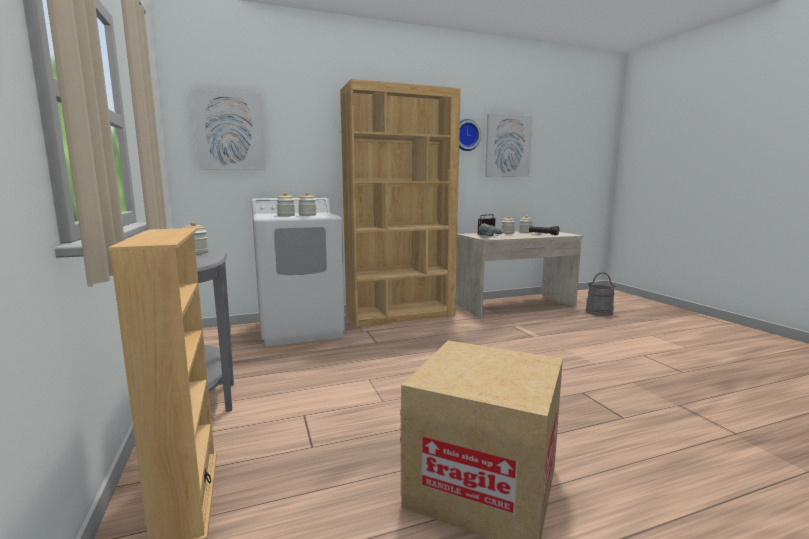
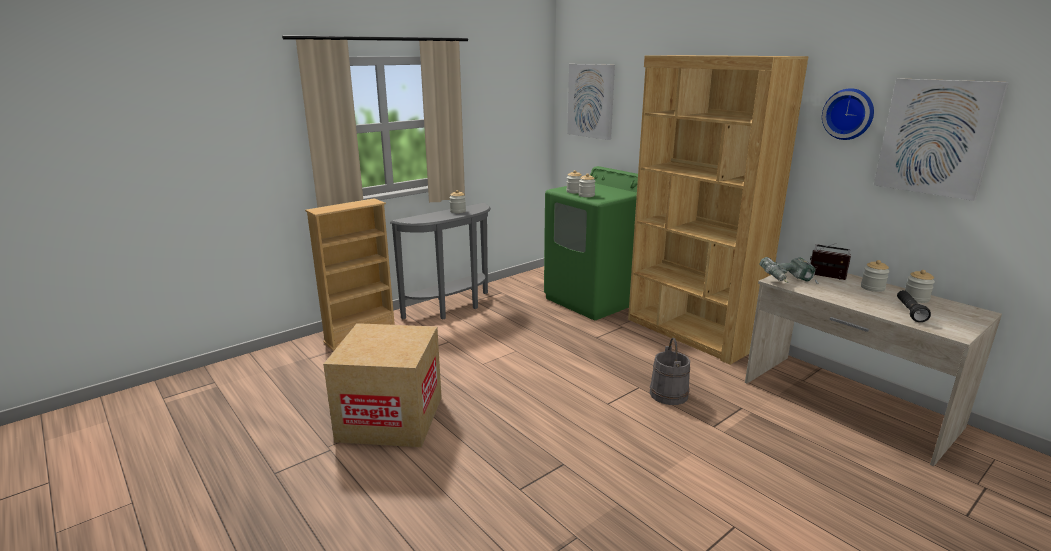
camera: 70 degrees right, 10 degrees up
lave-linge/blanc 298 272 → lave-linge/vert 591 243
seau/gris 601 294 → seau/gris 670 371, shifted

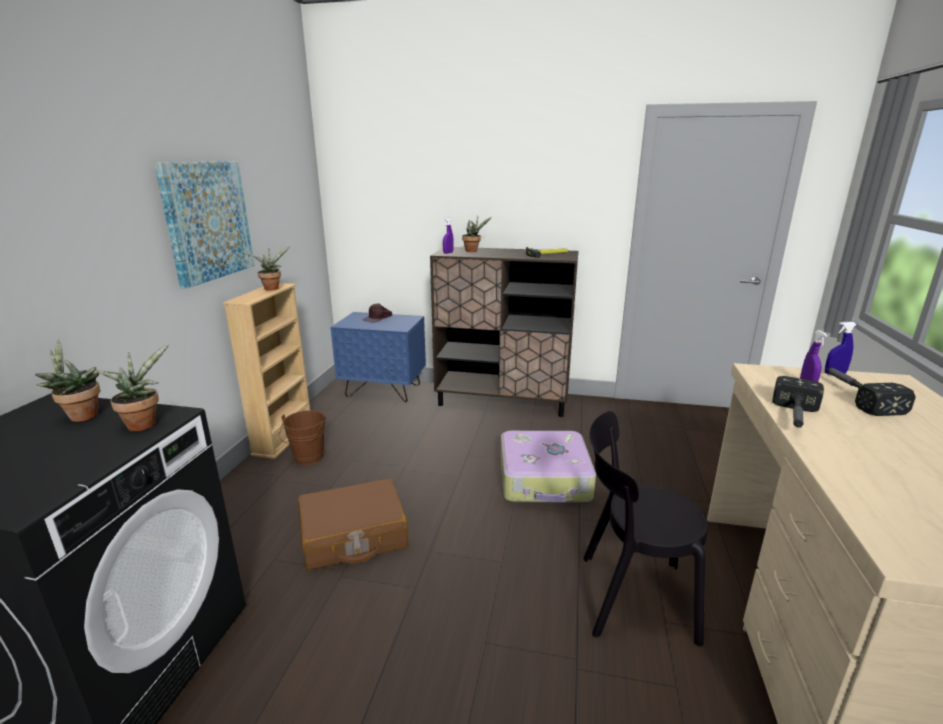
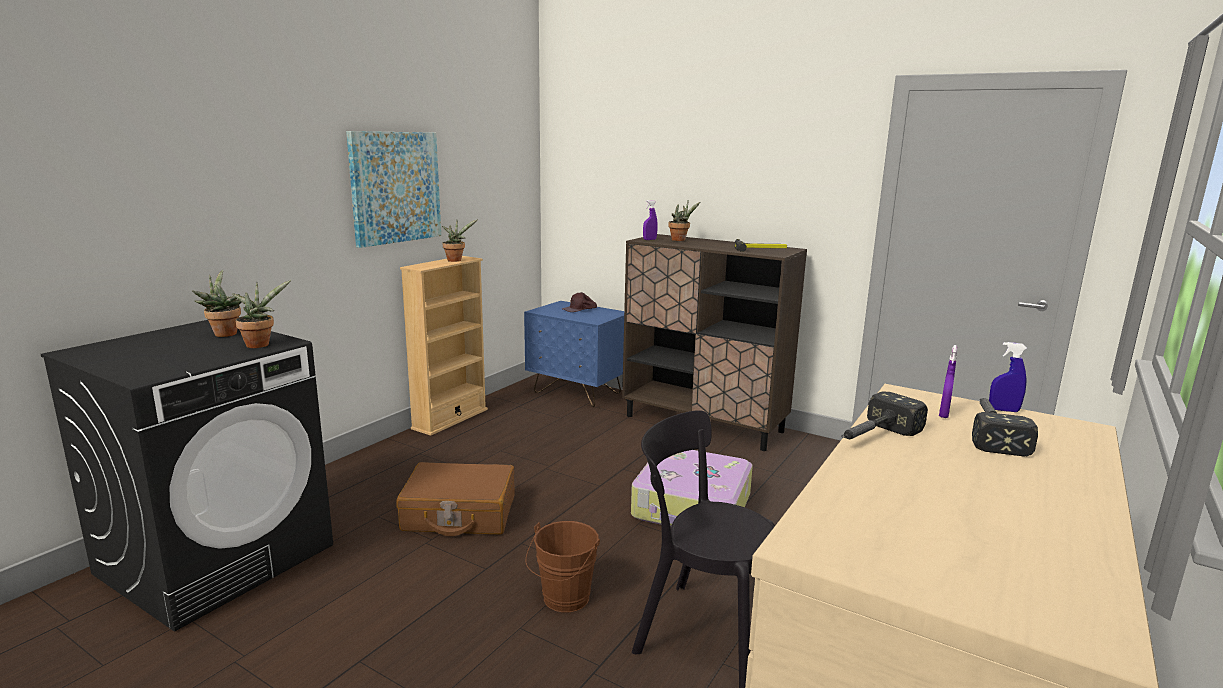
camera: 20 degrees right, 5 degrees down
seau/marron 302 437 → seau/marron 563 566, shifted

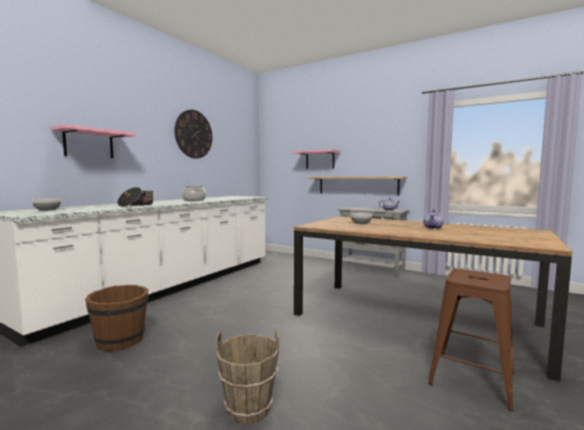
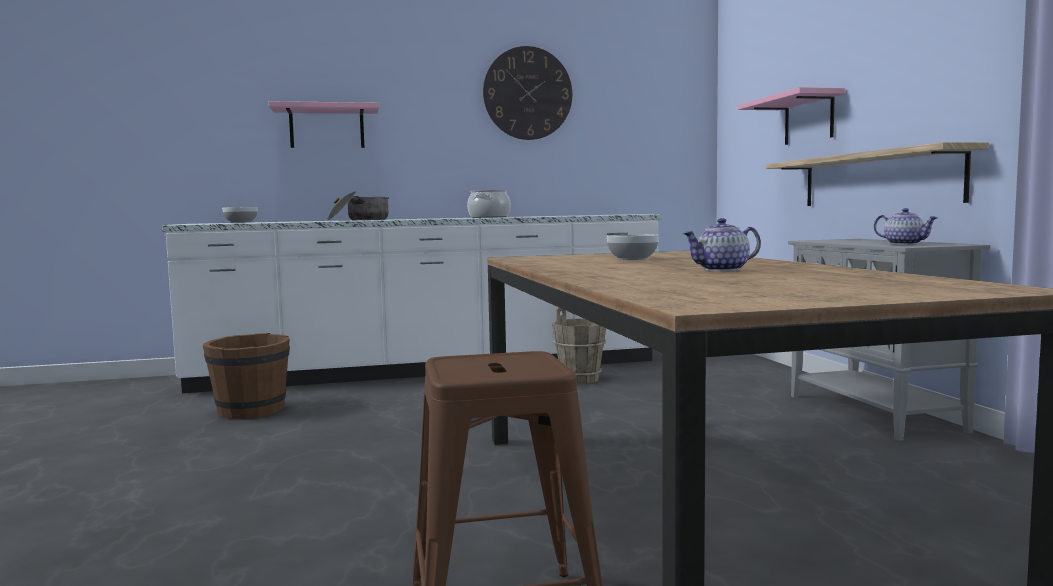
camera: 45 degrees right, 0 degrees up
seau/marron 247 377 → seau/marron 579 346, shifted

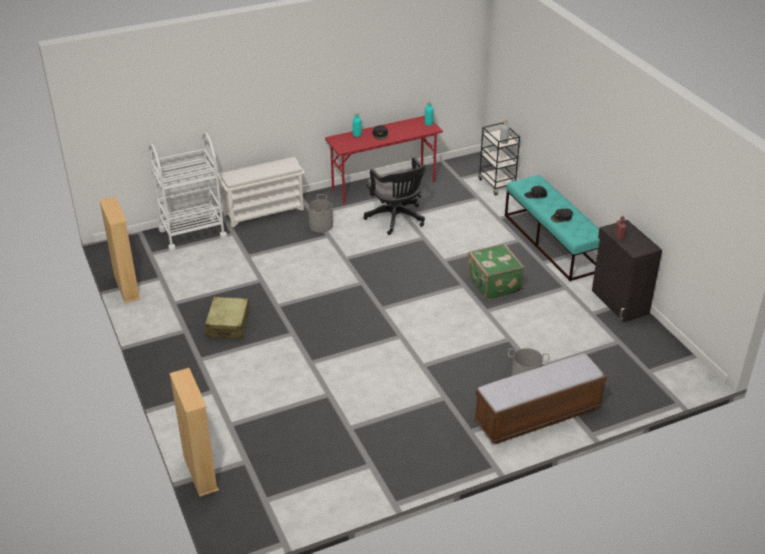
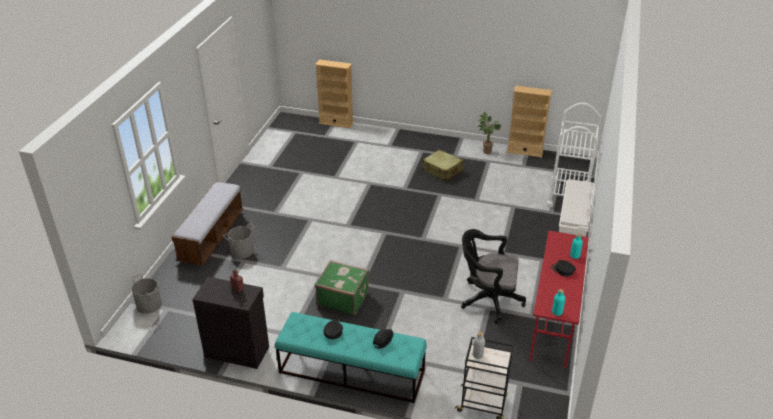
camera: 130 degrees right, 0 degrees up
seau/gris 320 213 → seau/gris 146 294, shifted
- → plante en pot 489 133

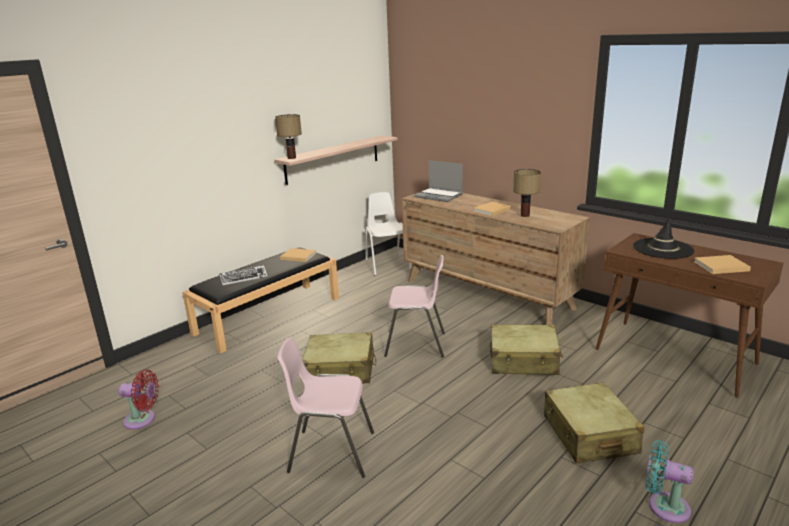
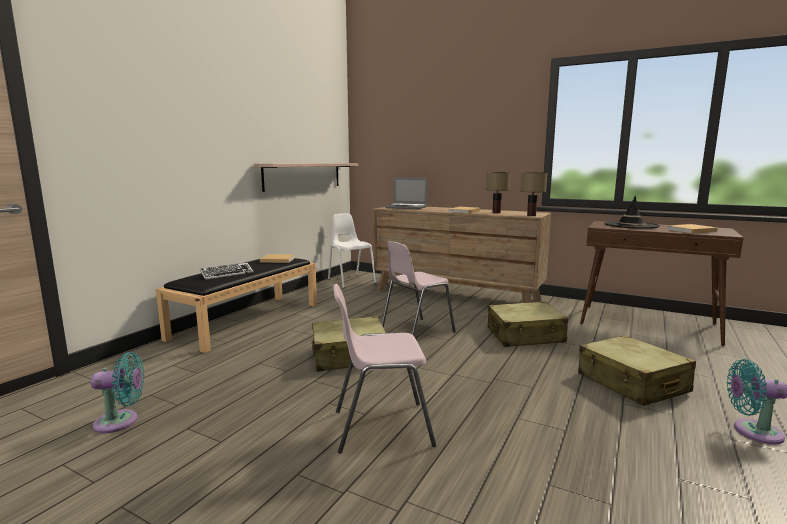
camera: 15 degrees left, 10 degrees down
lampe de table 288 136 → lampe de table 533 194, shifted
chaise/rose 414 306 → chaise/rose 418 288, 150 degrees clockwise
ventilateur/rouge 138 399 → ventilateur/turquoise 118 392

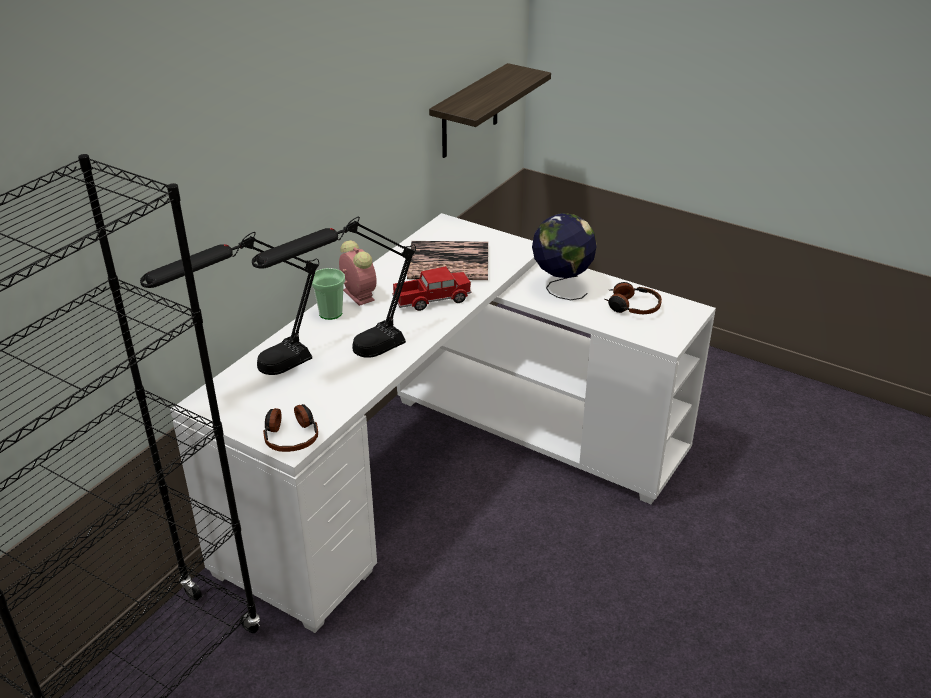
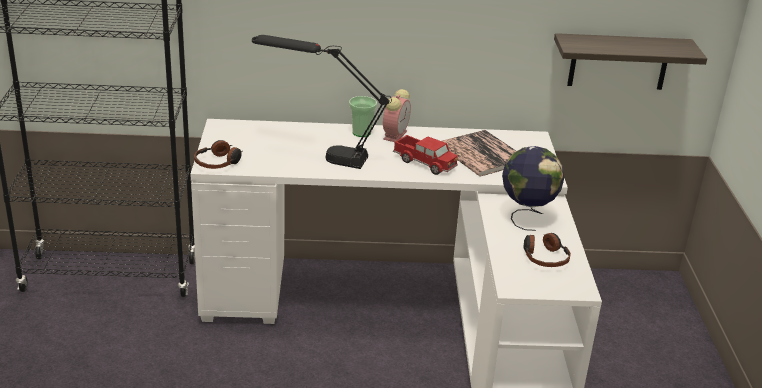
camera: 55 degrees right, 5 degrees down
lampe de table/noir 229 303 → -

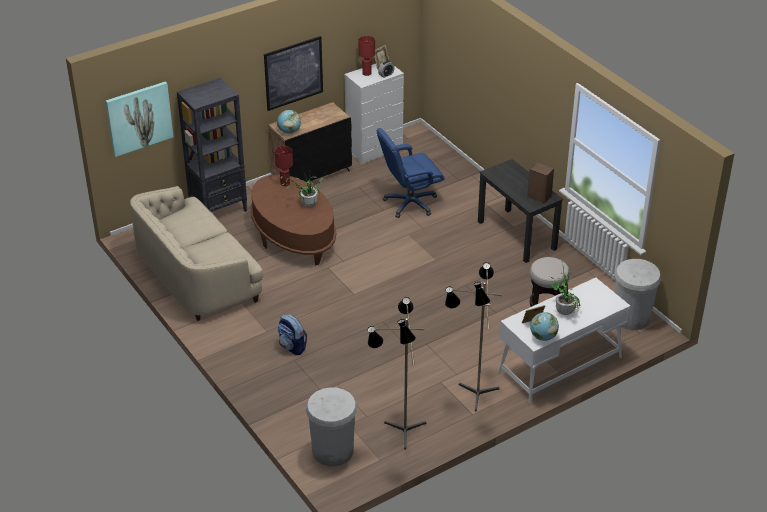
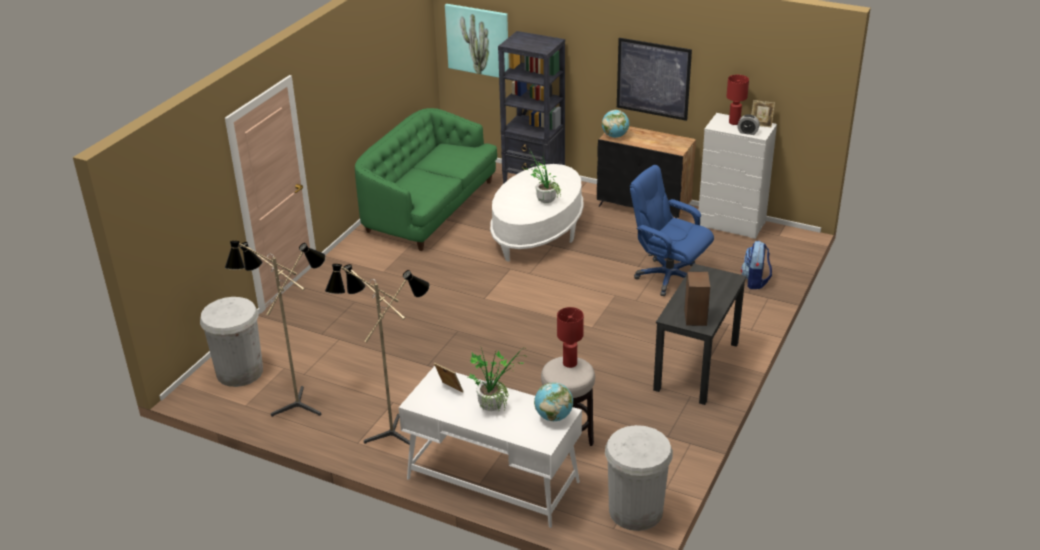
camera: 60 degrees right, 5 degrees down
lampe de table/rouge 284 166 → lampe de table/rouge 570 337, shifted
table basse/marron 293 220 → table basse/blanc 537 213
canapé/beige 196 253 → canapé/vert 426 179
globe 544 326 → globe 553 401, shifted
sac à dos 292 335 → sac à dos 756 265, shifted

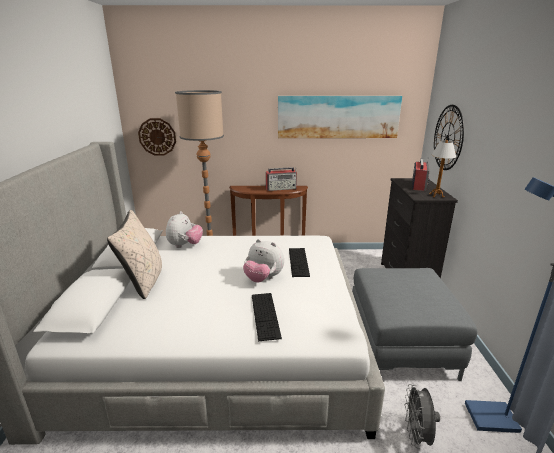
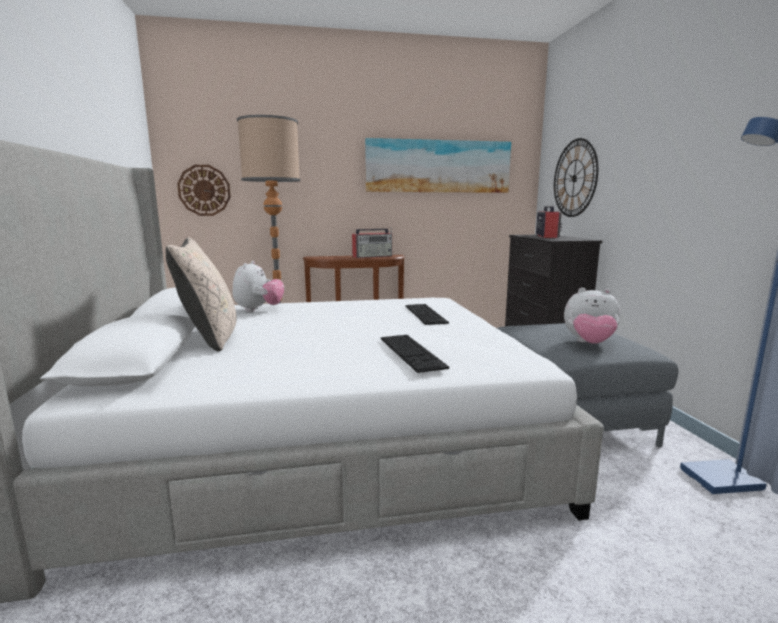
camera: 10 degrees left, 10 degrees down
lampe de table 442 168 → -
peluche 263 261 → peluche 592 316, shifted
ventilateur/gris 422 416 → -

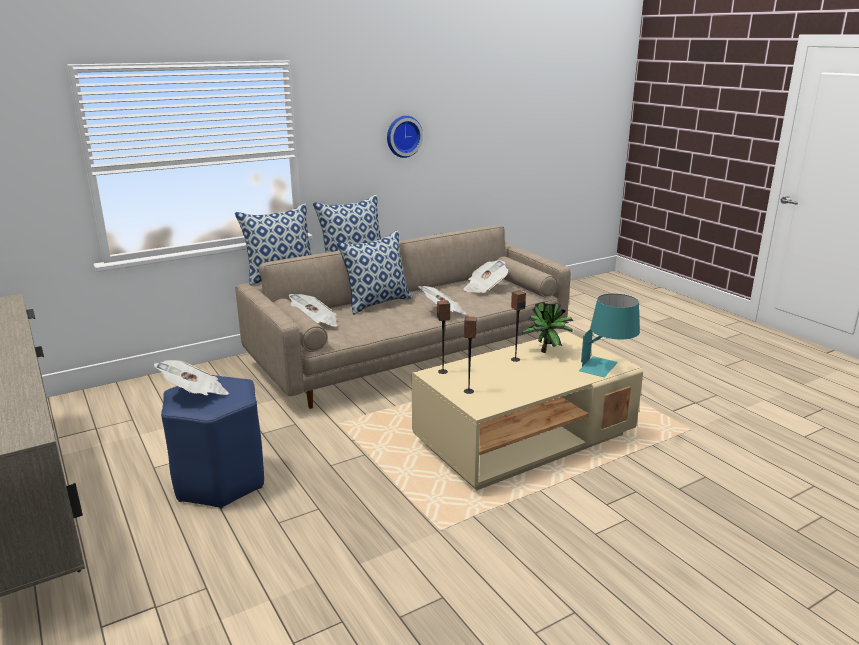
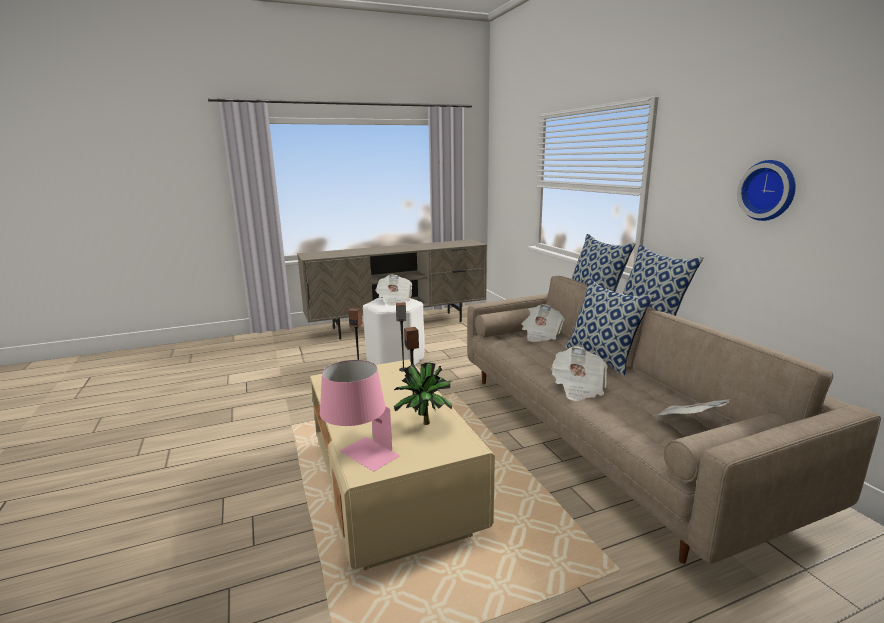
camera: 100 degrees right, 5 degrees down
lampe de table/turquoise 609 335 → lampe de table/rose 360 415
tabouret/bleu 212 442 → tabouret/blanc 393 331

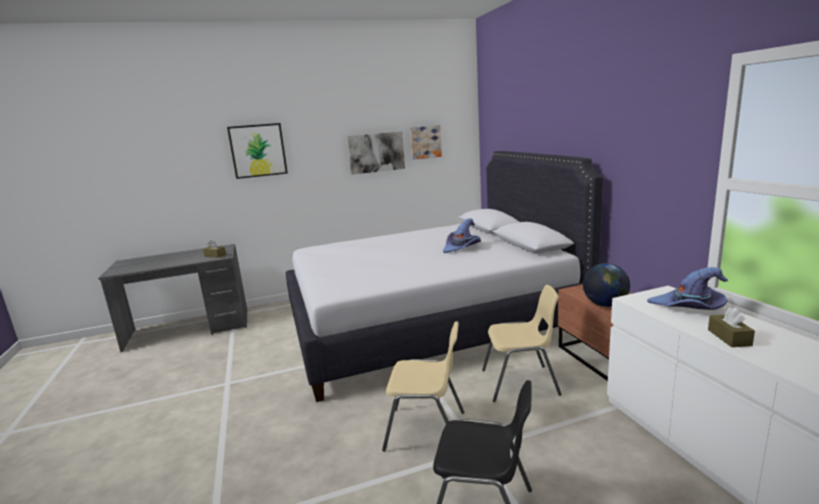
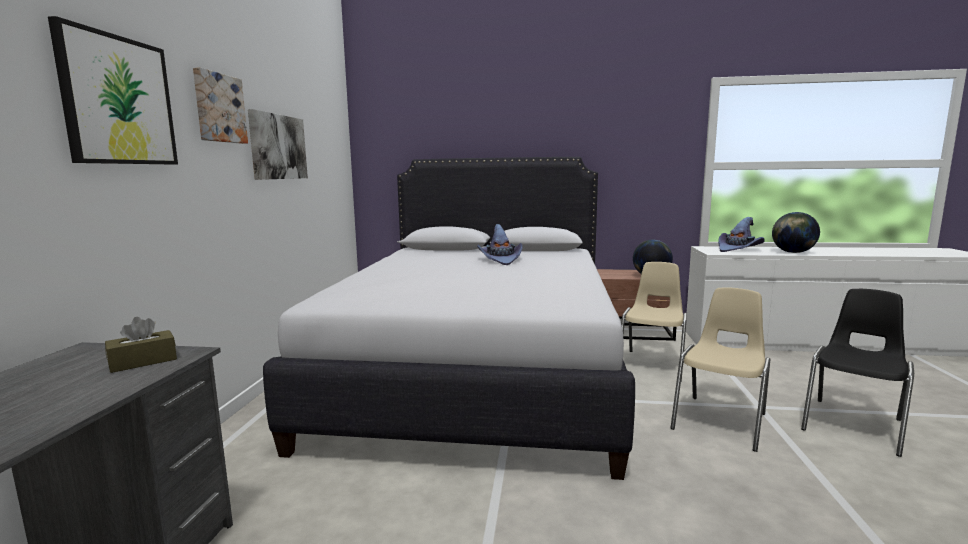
camera: 65 degrees left, 5 degrees down
tableau 426 142 → tableau 220 105, shifted
boîte à mouchoirs/marron 731 327 → globe 796 232

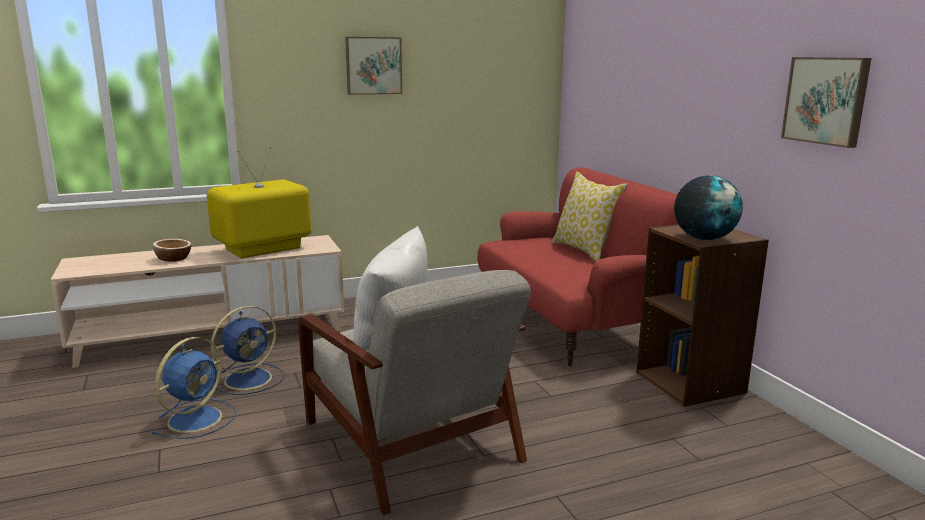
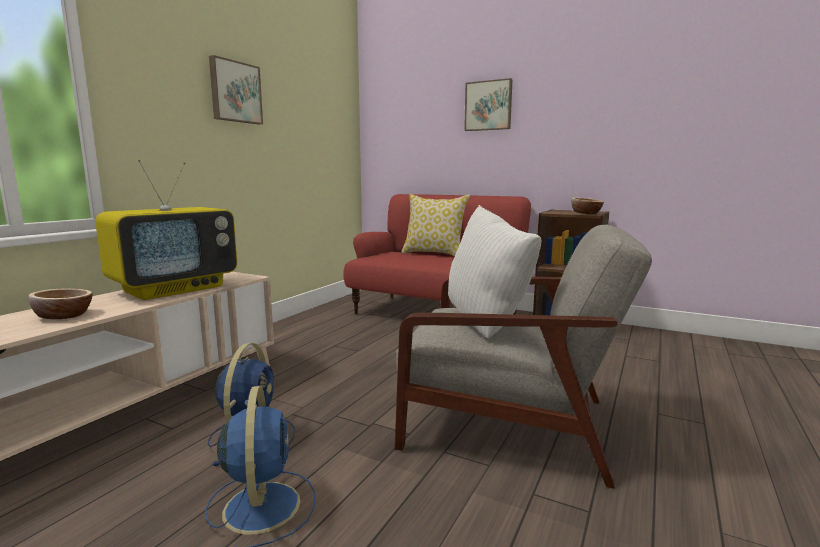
camera: 40 degrees left, 5 degrees down
tableau 826 102 → tableau 488 104, shifted
téléviseur 259 202 → téléviseur 166 229, 150 degrees counterclockwise
globe 708 207 → bol 587 206

